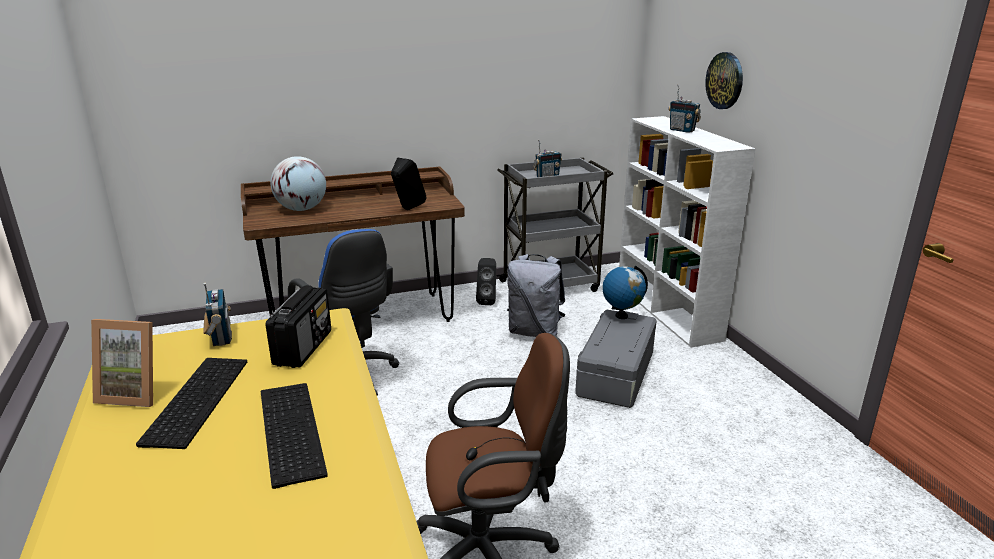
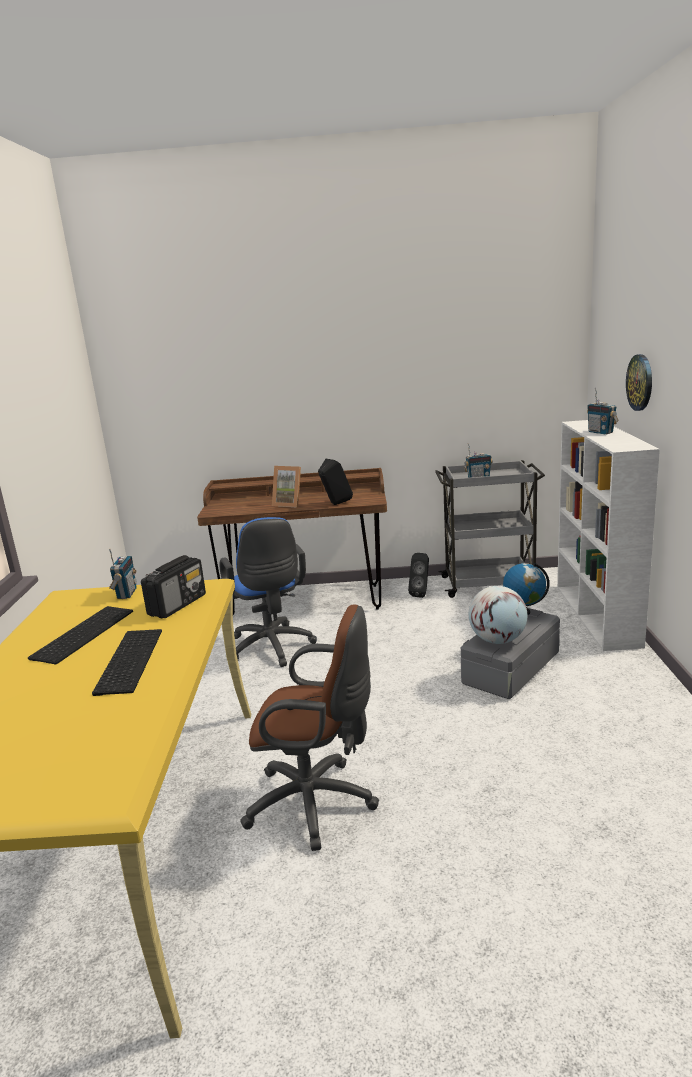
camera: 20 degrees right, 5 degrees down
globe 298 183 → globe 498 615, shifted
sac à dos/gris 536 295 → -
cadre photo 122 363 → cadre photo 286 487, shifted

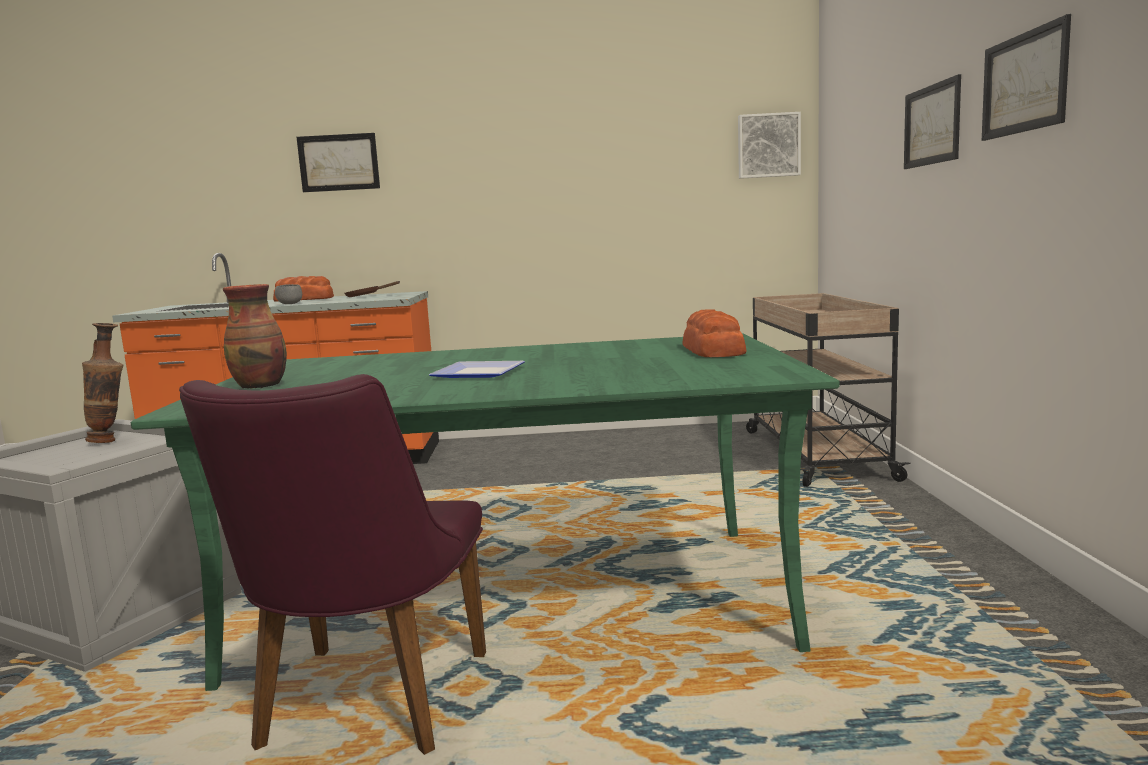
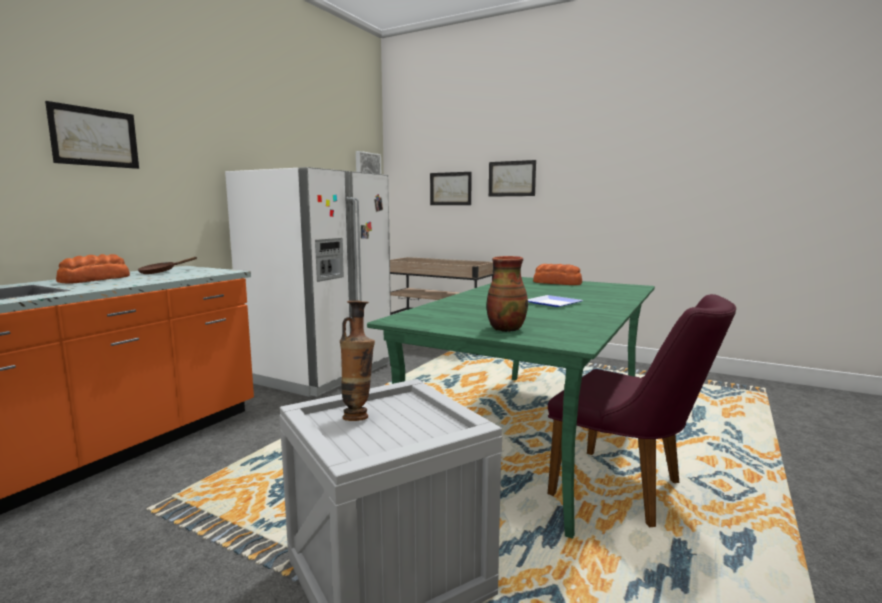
camera: 60 degrees left, 0 degrees up
tableau 1026 77 → tableau 451 188, shifted
bol/gris 288 294 → -
- → réfrigérateur/blanc 308 282

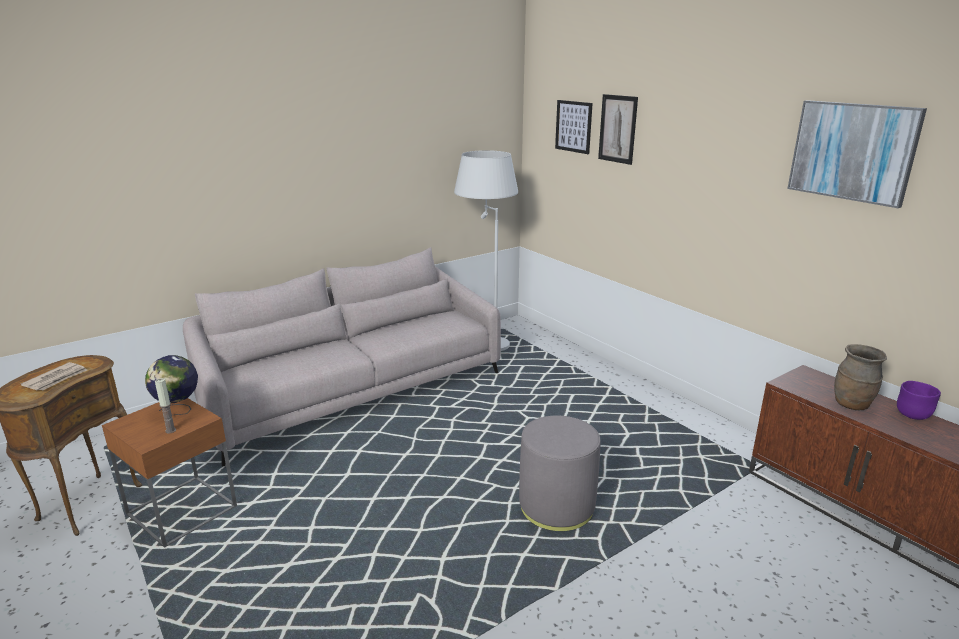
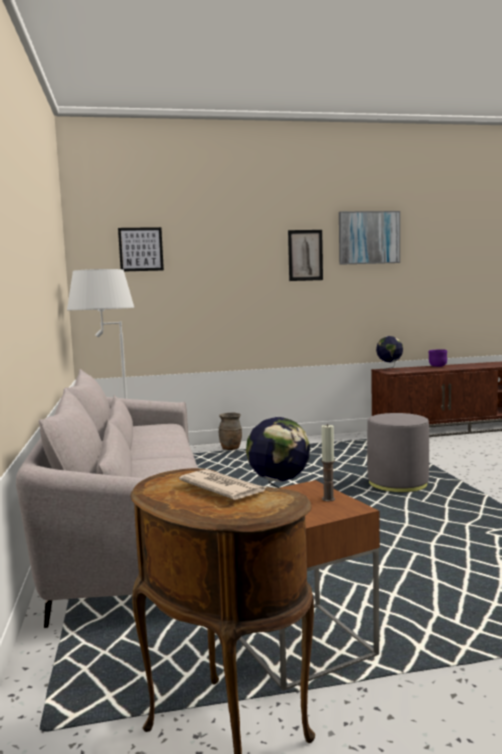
camera: 65 degrees left, 15 degrees down
tableau 618 129 → tableau 305 255, shifted
vase/marron 860 377 → vase/marron 230 431, shifted
- → globe 389 353

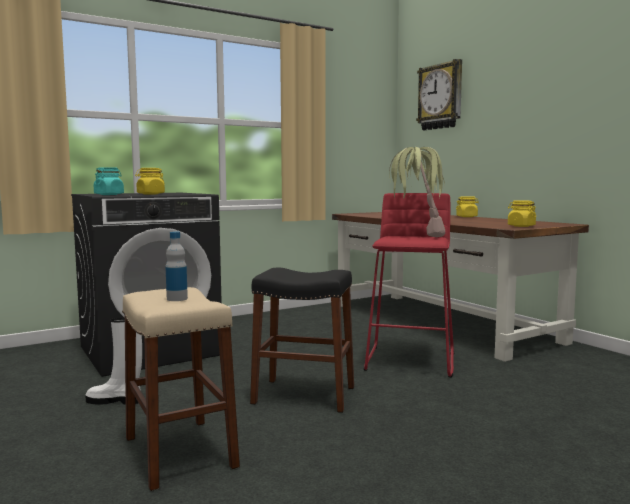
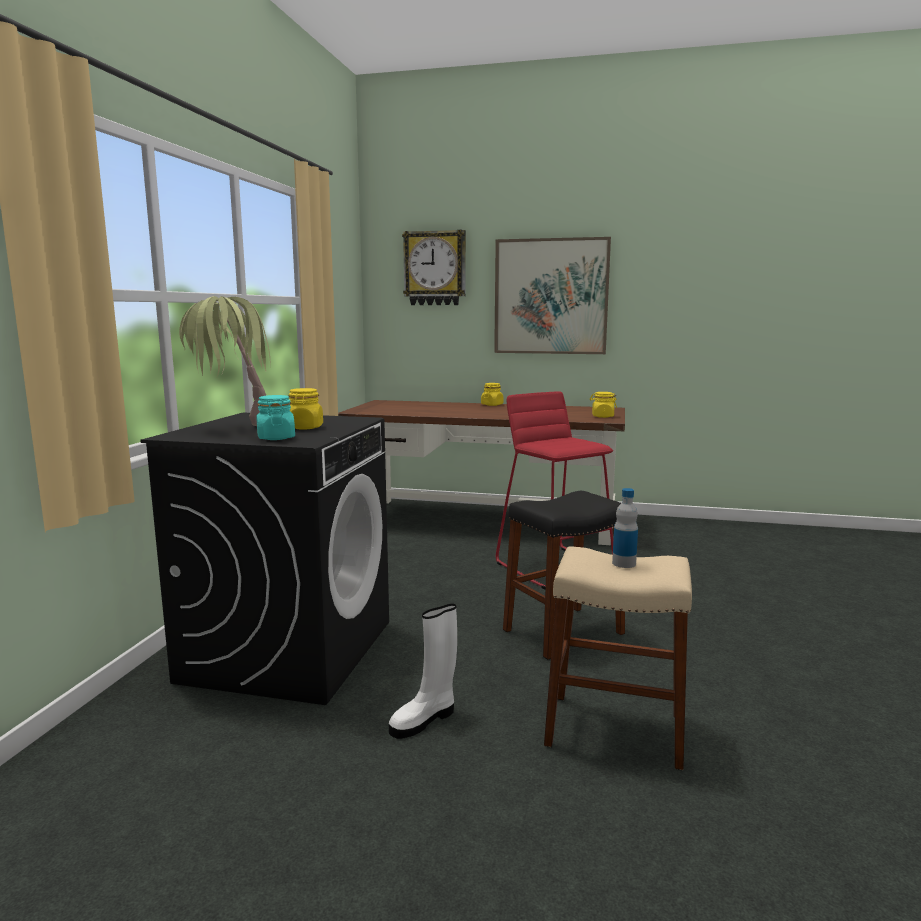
camera: 45 degrees left, 5 degrees up
plante en pot 417 192 → plante en pot 224 361, shifted
- → tableau 552 295

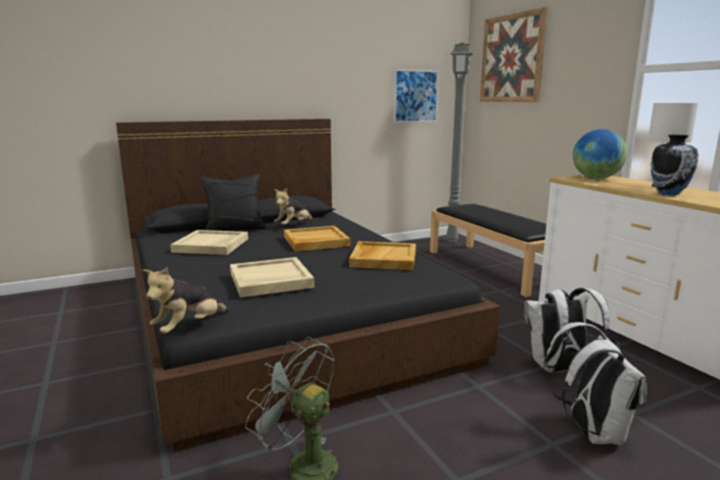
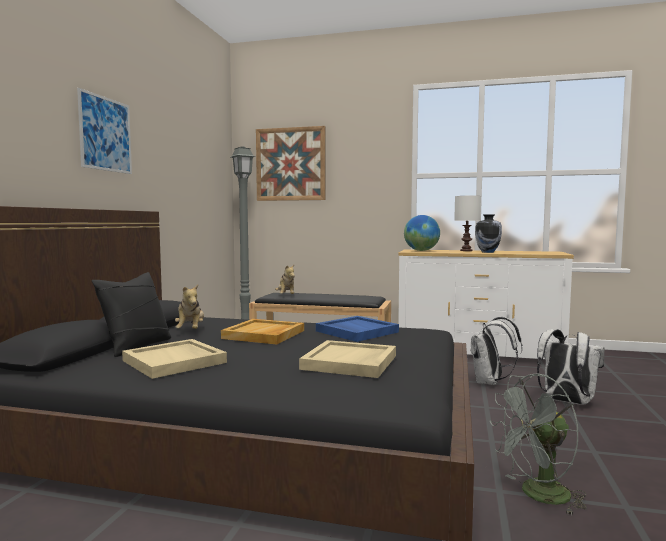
camera: 50 degrees left, 10 degrees down
tableau 416 96 → tableau 104 131, shifted
plateau/beige 382 255 → plateau/bleu 357 329
peluche 186 300 → peluche 285 279, shifted

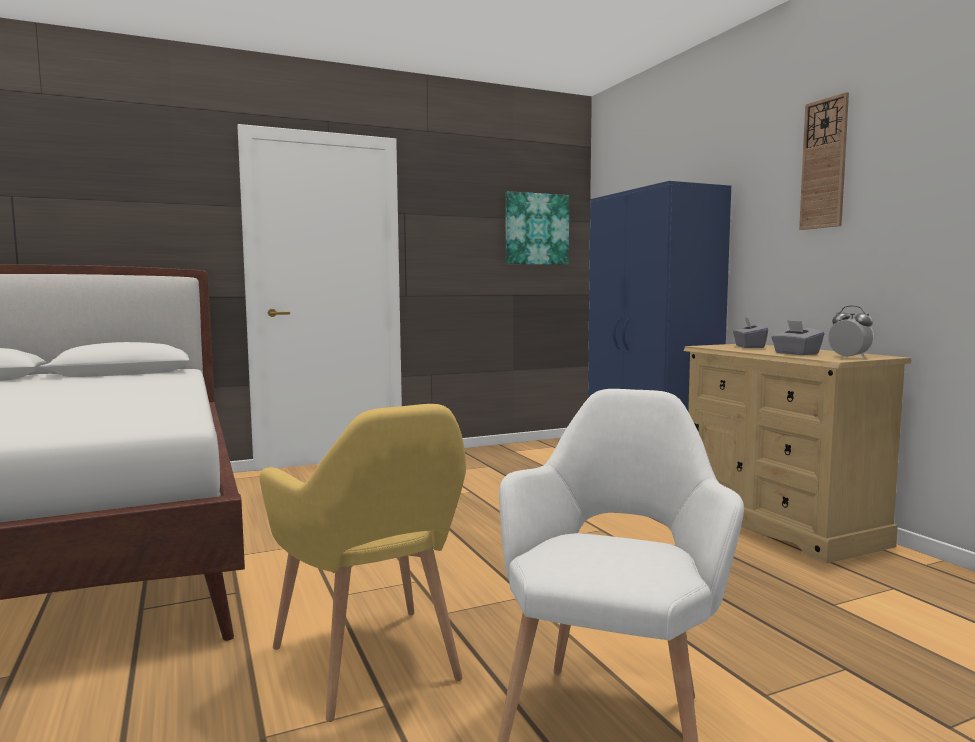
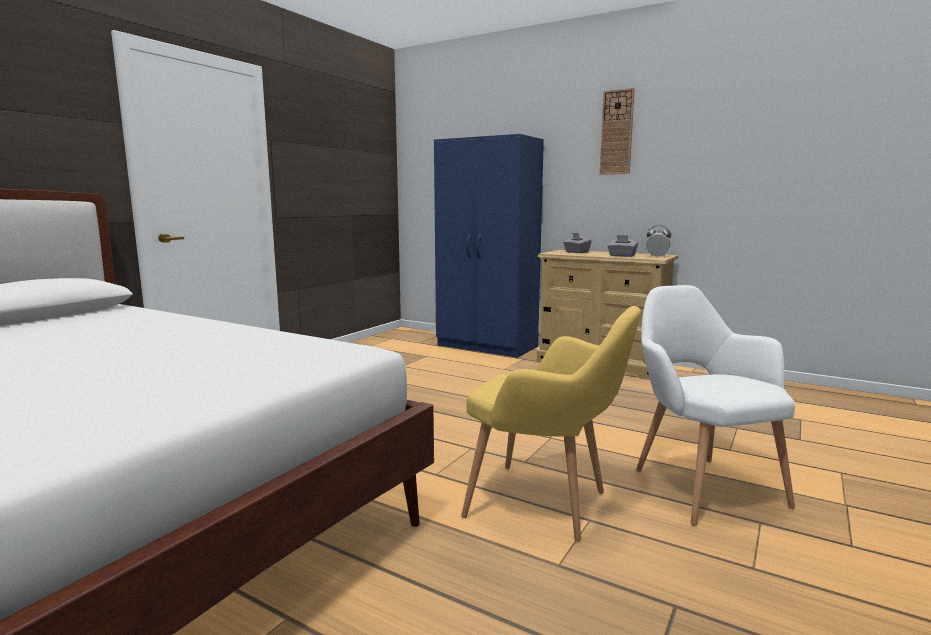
camera: 35 degrees left, 5 degrees up
tableau 537 228 → -

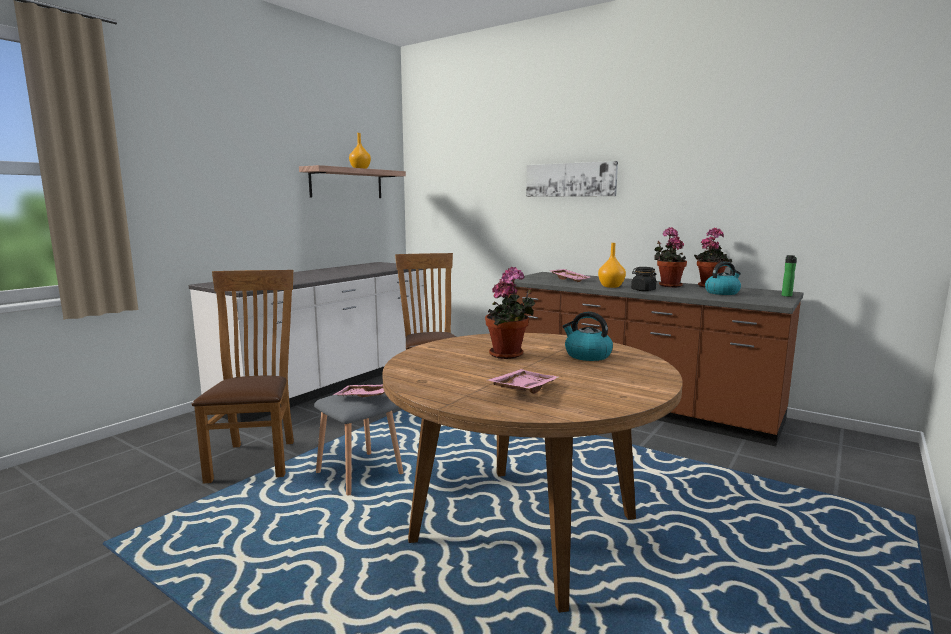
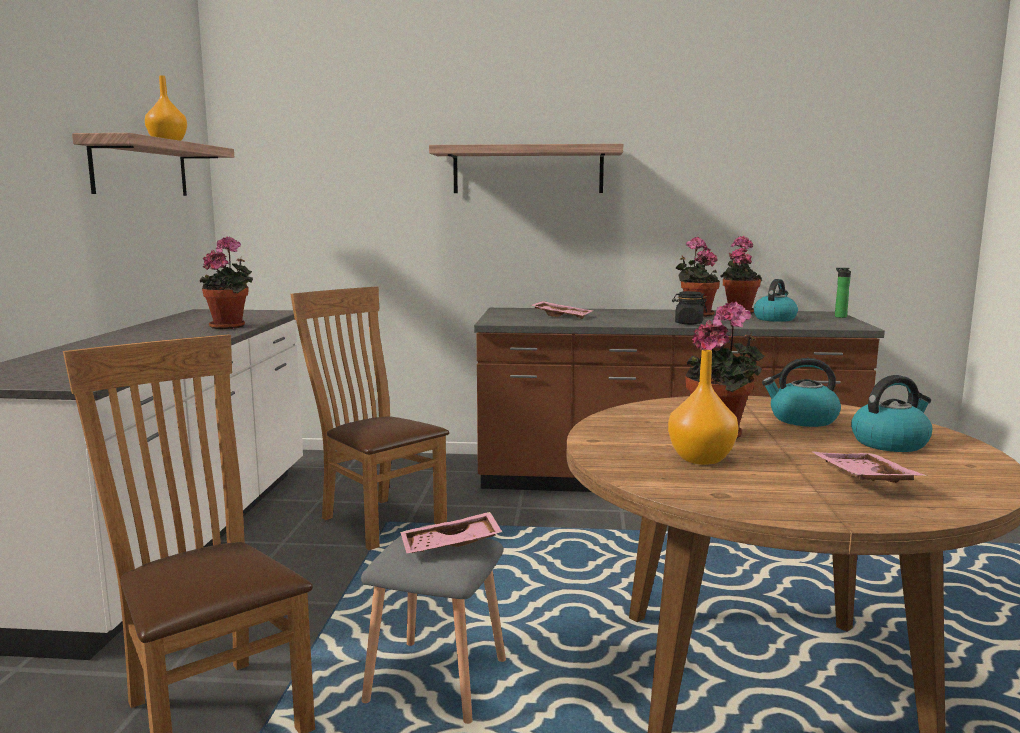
camera: 30 degrees left, 0 degrees up
tableau 572 179 → étagère 526 168
vase/orange 612 265 → vase/orange 703 407, shifted
- → plante en pot 226 282
- → bouilloire 891 413

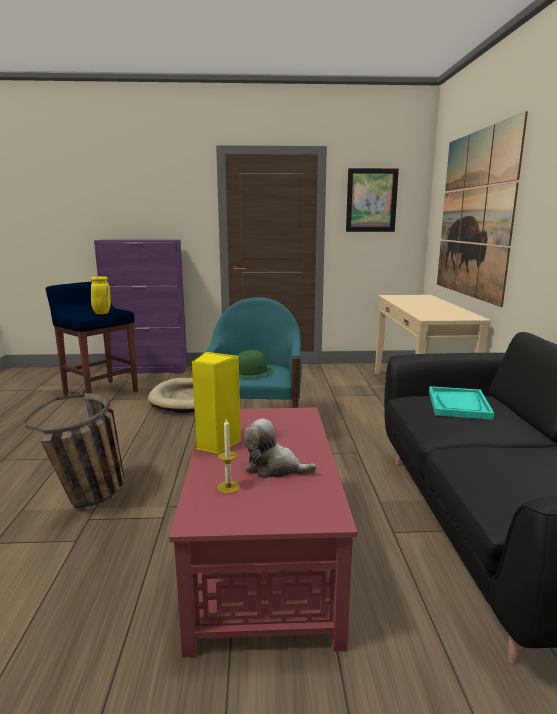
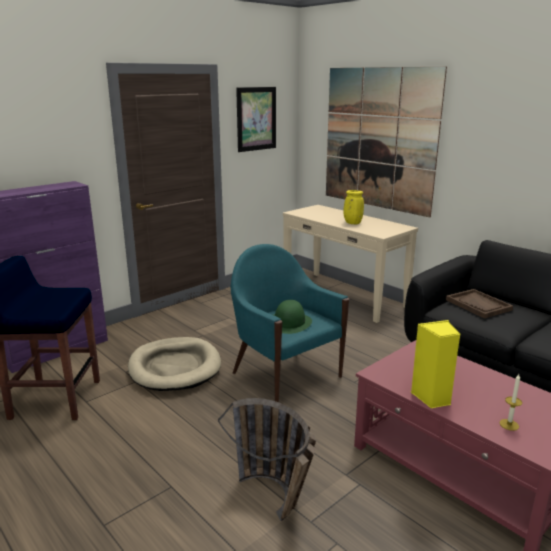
camera: 40 degrees left, 5 degrees up
vase/jaune 100 295 → vase/jaune 353 207, shifted
plateau/turquoise 461 403 → plateau/marron 479 304
peluche 280 448 → -

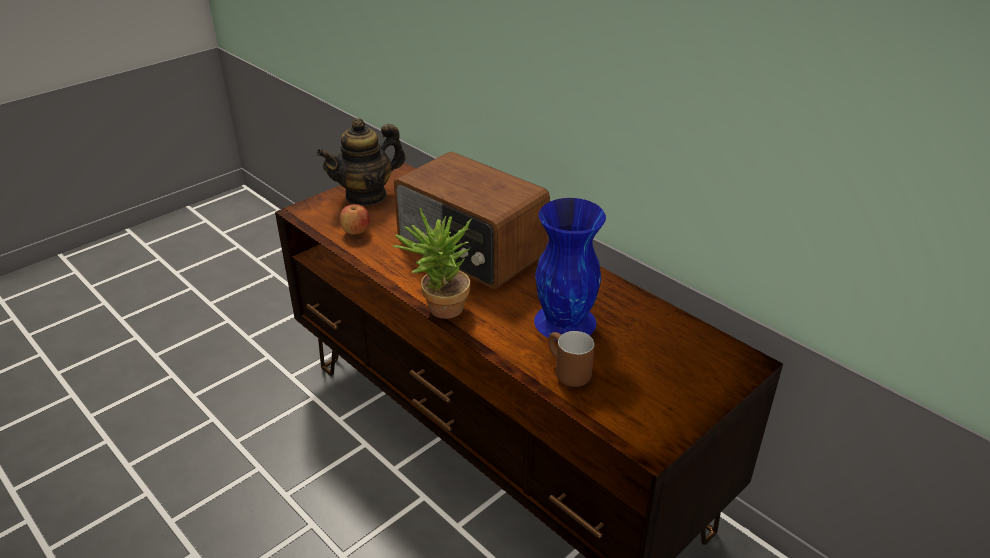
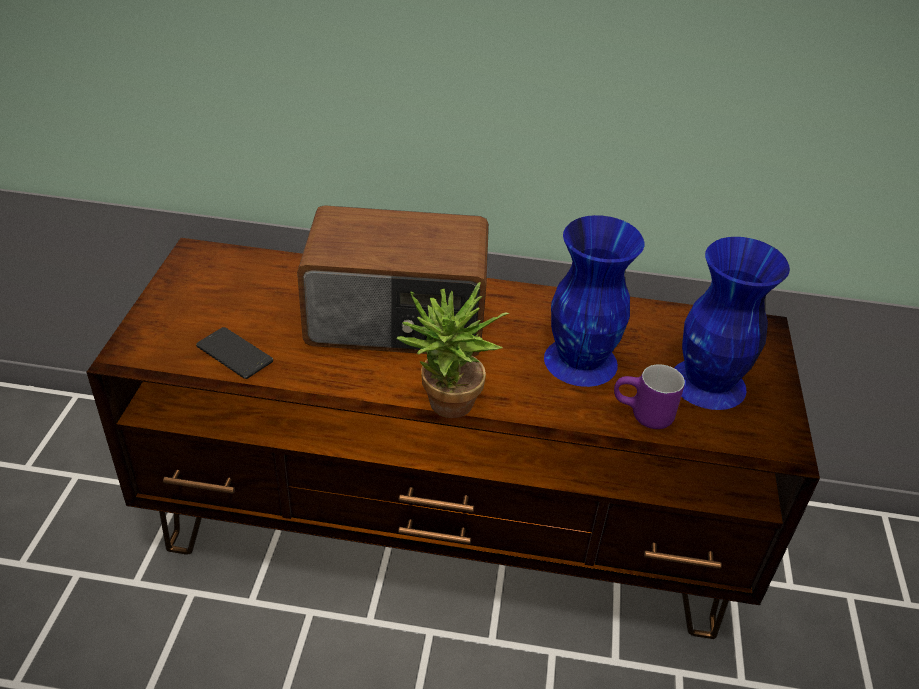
camera: 40 degrees left, 5 degrees up
théière 361 162 → -
pomme 355 219 → téléphone 234 353
mug/marron 571 359 → mug/violet 649 396
- → vase/bleu 732 323

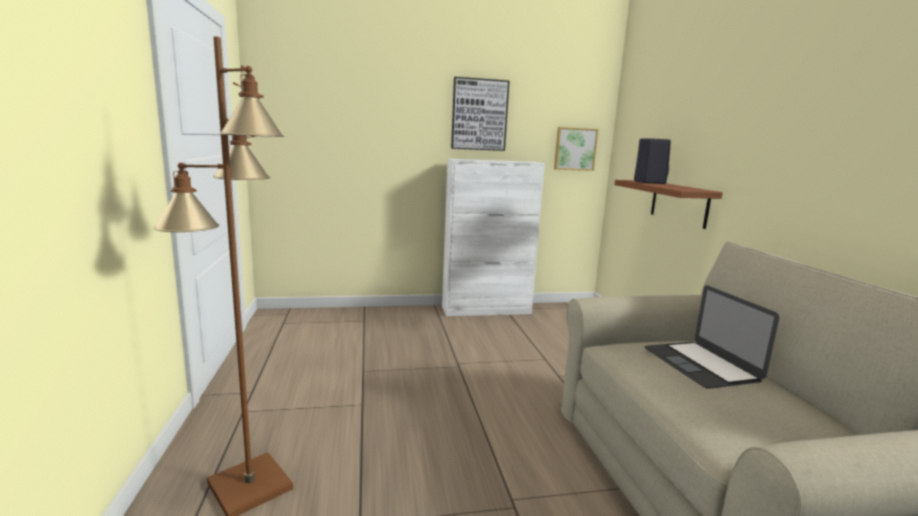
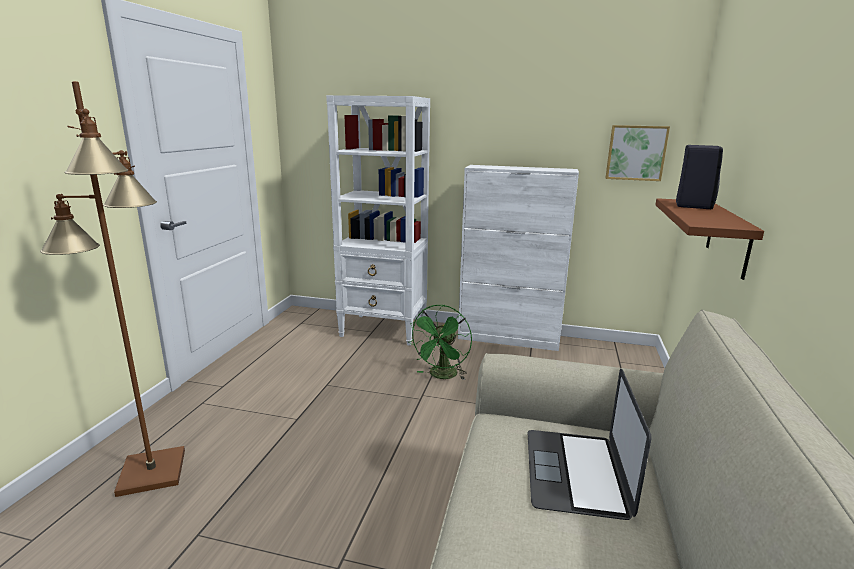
camera: 25 degrees right, 5 degrees up
tableau 480 114 → -
- → bibliothèque/blanc 378 220
- → ventilateur/vert 440 342

